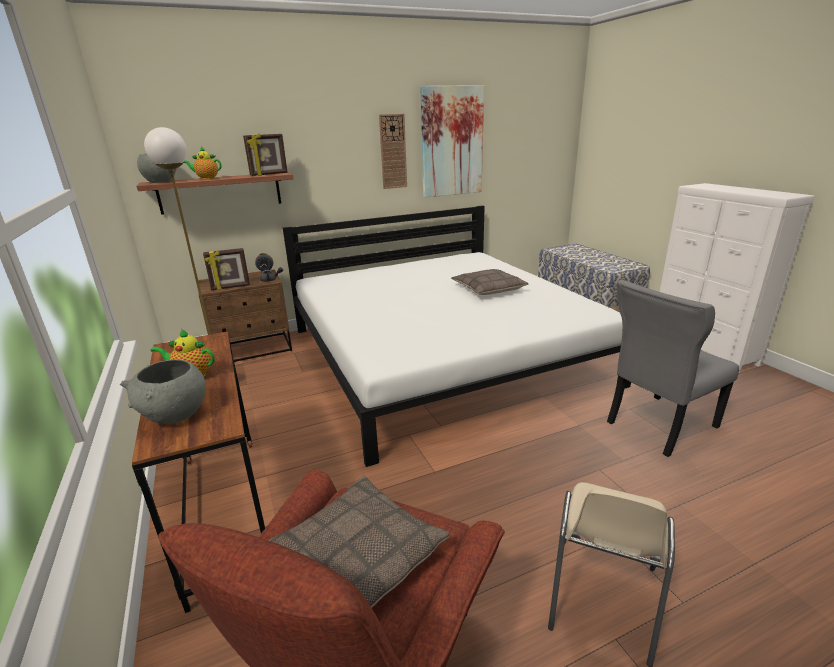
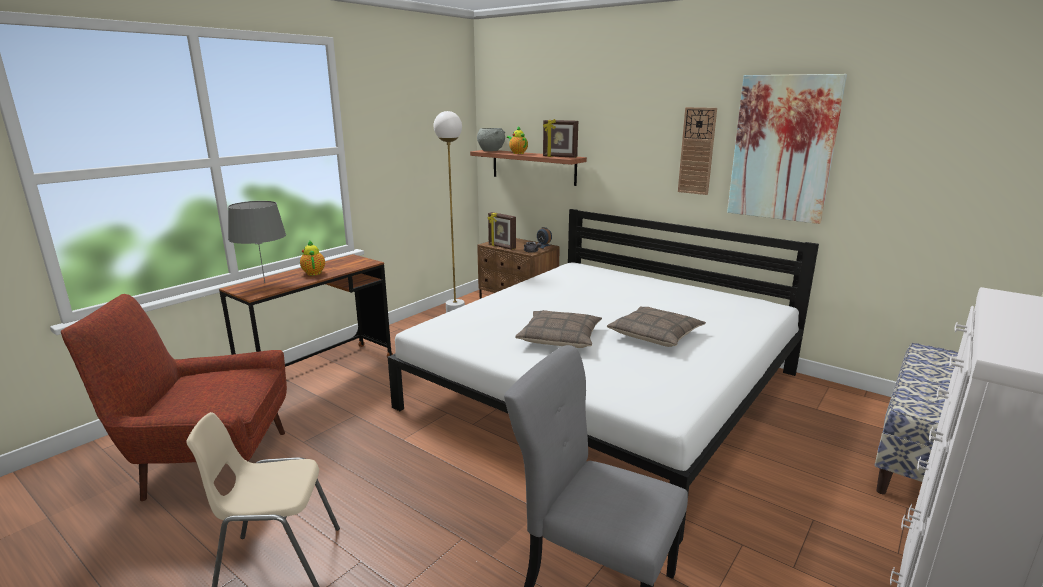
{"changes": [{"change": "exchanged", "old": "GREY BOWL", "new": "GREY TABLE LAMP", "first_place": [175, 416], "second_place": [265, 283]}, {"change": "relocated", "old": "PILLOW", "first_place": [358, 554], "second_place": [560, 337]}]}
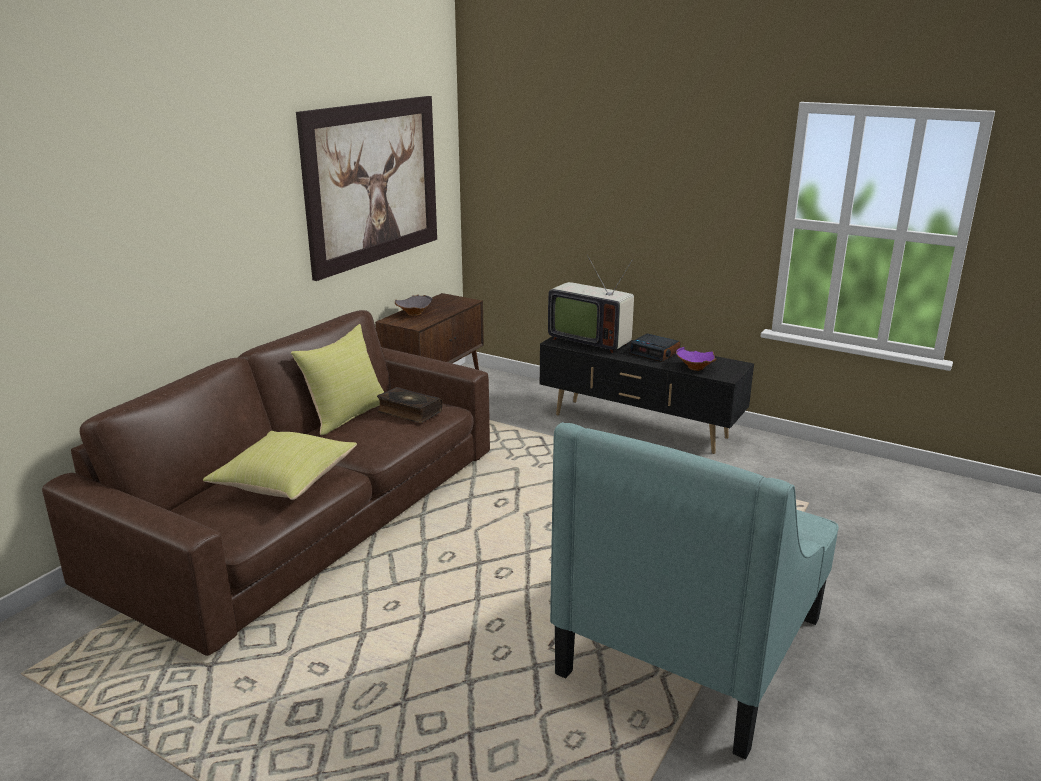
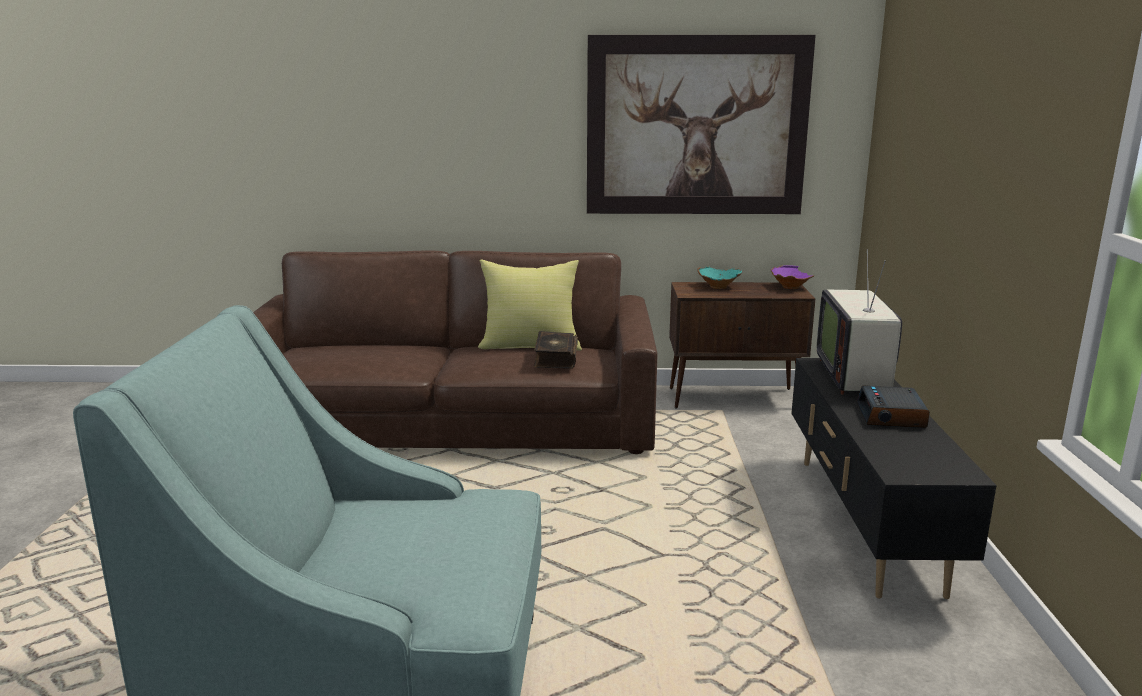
{"changes": [{"change": "missing", "old": "YELLOW PILLOW", "first_place": [285, 482]}, {"change": "colour", "old": "GREY BOWL", "new": "TURQUOISE BOWL", "first_place": [413, 313], "second_place": [718, 286]}, {"change": "relocated", "old": "PURPLE BOWL", "first_place": [695, 368], "second_place": [789, 287]}]}
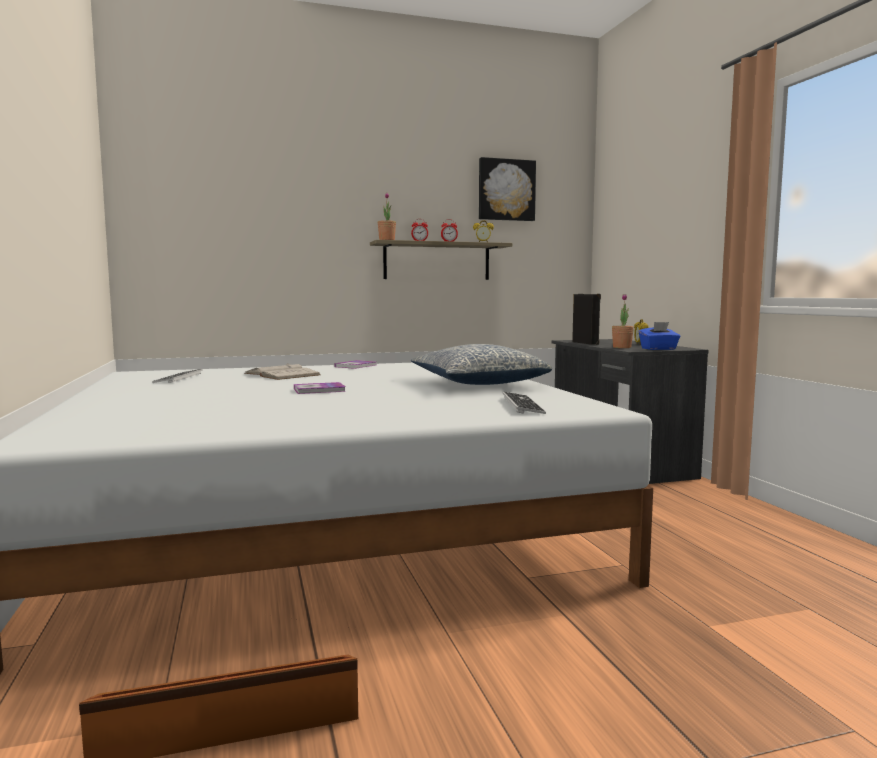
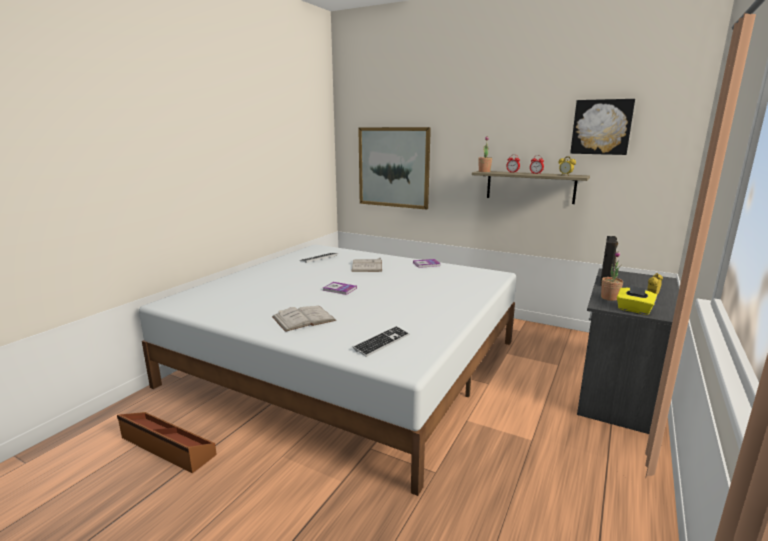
{"changes": [{"change": "missing", "old": "PILLOW", "first_place": [477, 383]}, {"change": "colour", "old": "BLUE TISSUE BOX", "new": "YELLOW TISSUE BOX", "first_place": [658, 349], "second_place": [634, 310]}, {"change": "appeared", "new": "WHITE BOOK", "second_place": [303, 318]}, {"change": "appeared", "new": "PICTURE", "second_place": [393, 167]}]}
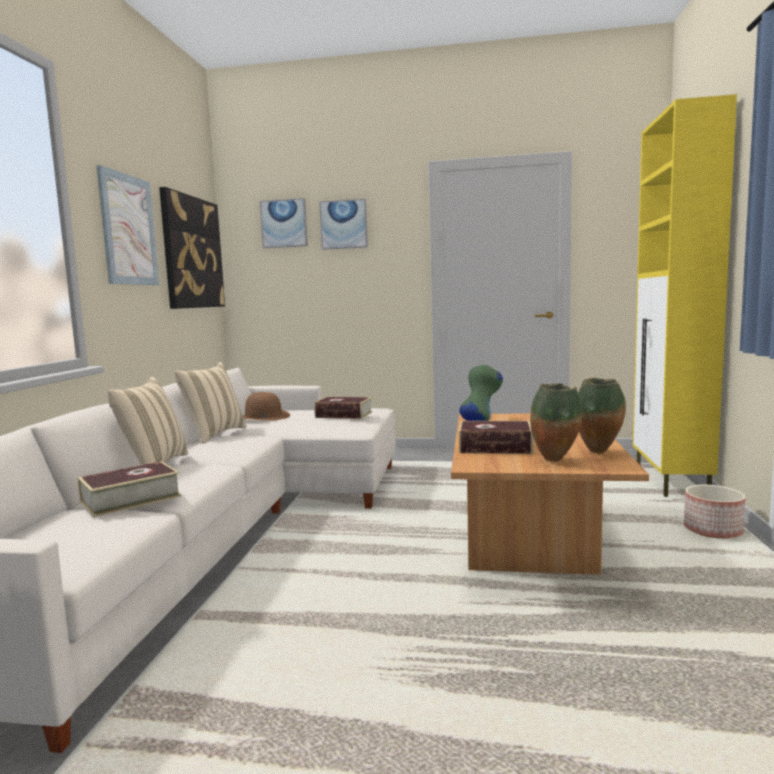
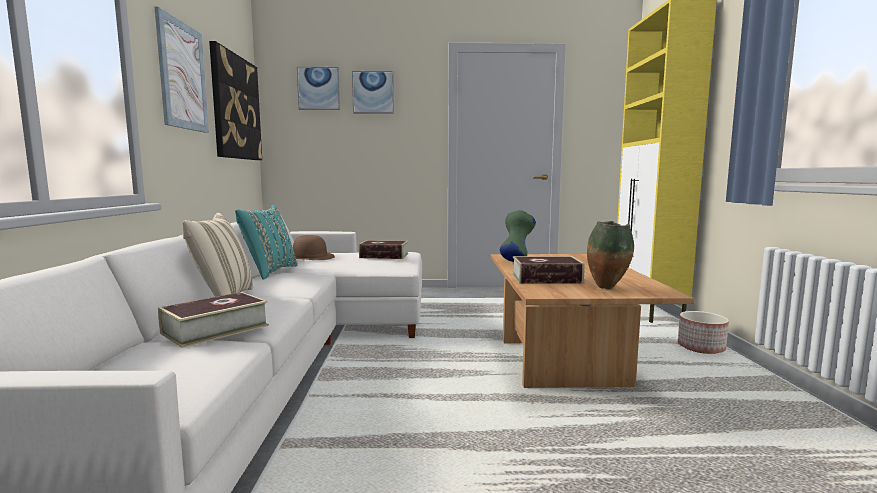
{"changes": [{"change": "colour", "old": "BEIGE PILLOW", "new": "TURQUOISE PILLOW", "first_place": [214, 434], "second_place": [269, 272]}, {"change": "missing", "old": "VASE", "first_place": [599, 453]}]}
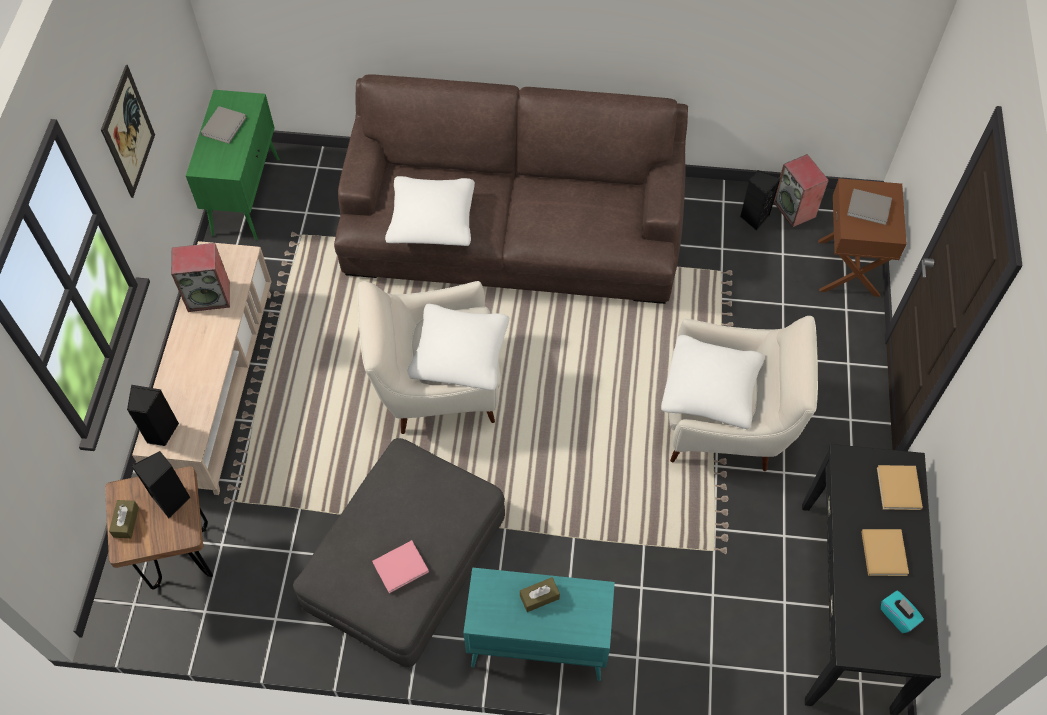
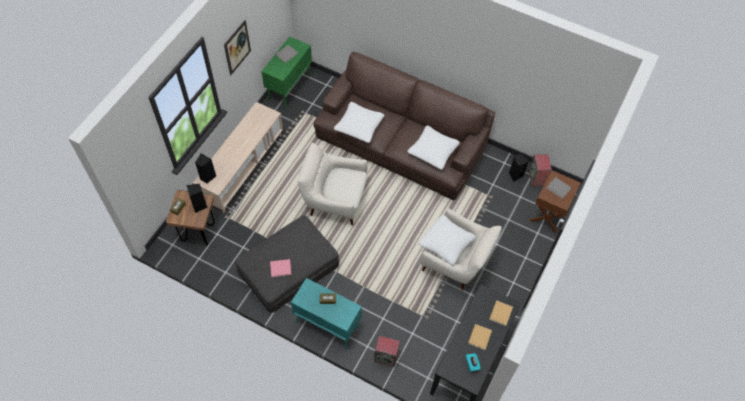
{"changes": [{"change": "relocated", "old": "SPEAKER", "first_place": [209, 296], "second_place": [386, 357]}, {"change": "relocated", "old": "WHITE PILLOW", "first_place": [460, 355], "second_place": [433, 151]}]}
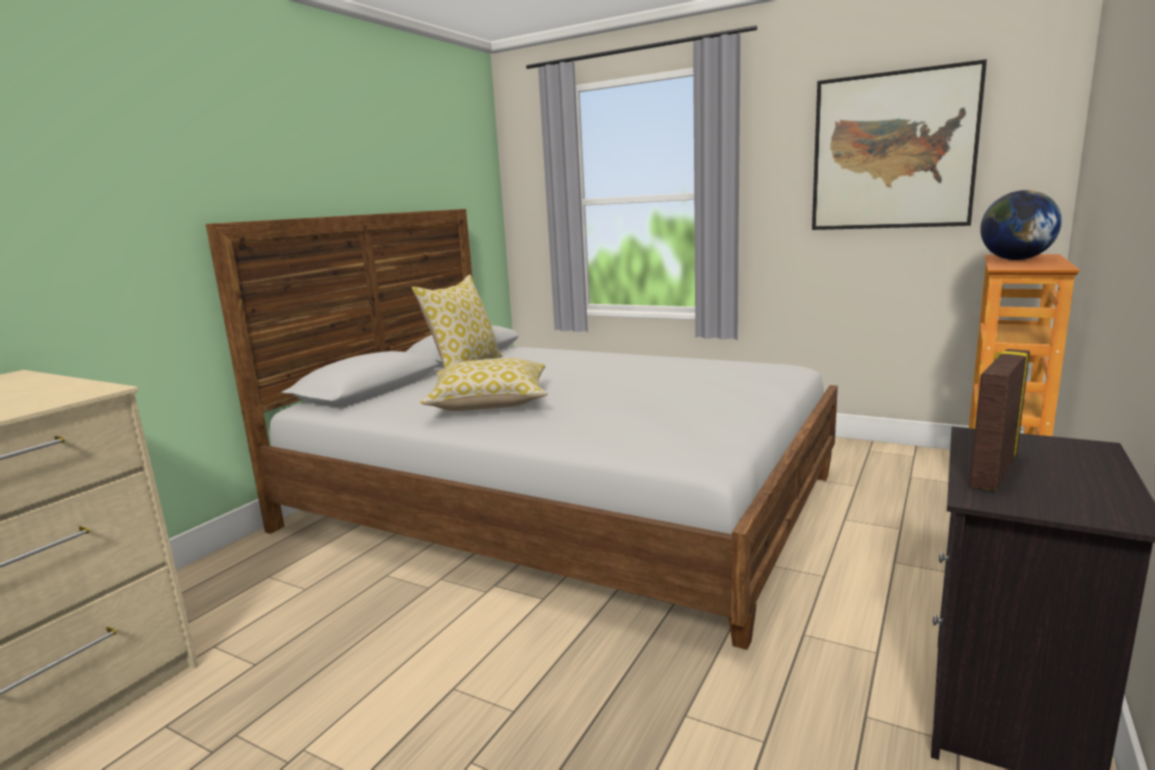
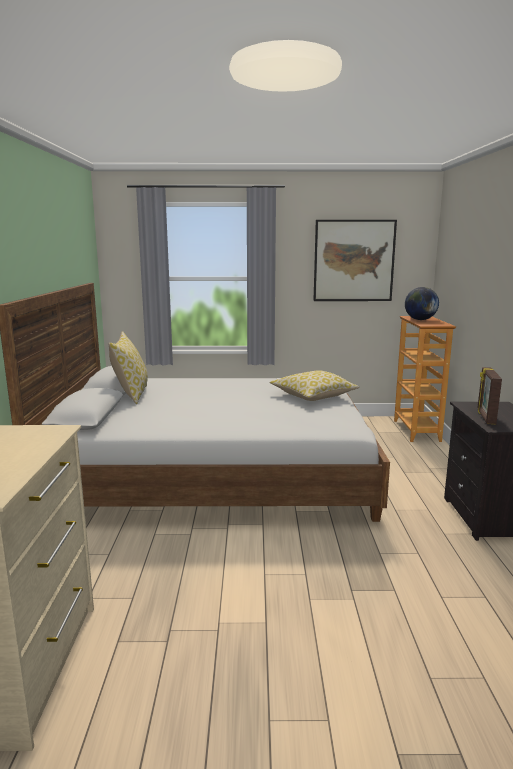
{"changes": [{"change": "relocated", "old": "PILLOW", "first_place": [490, 403], "second_place": [313, 396]}]}
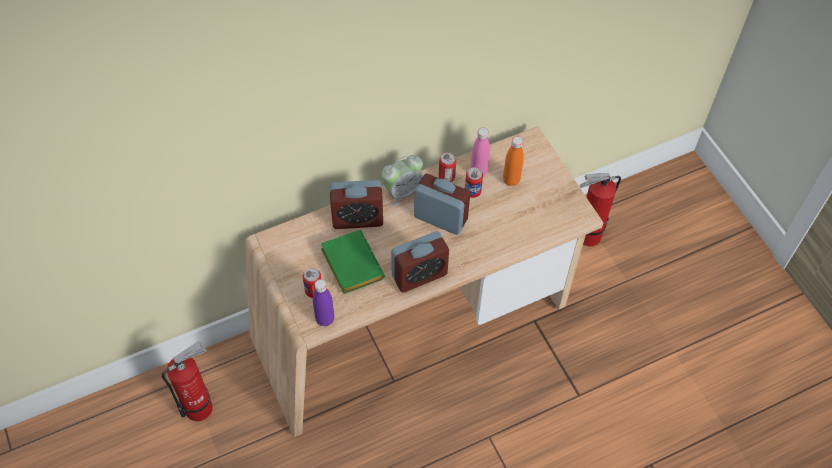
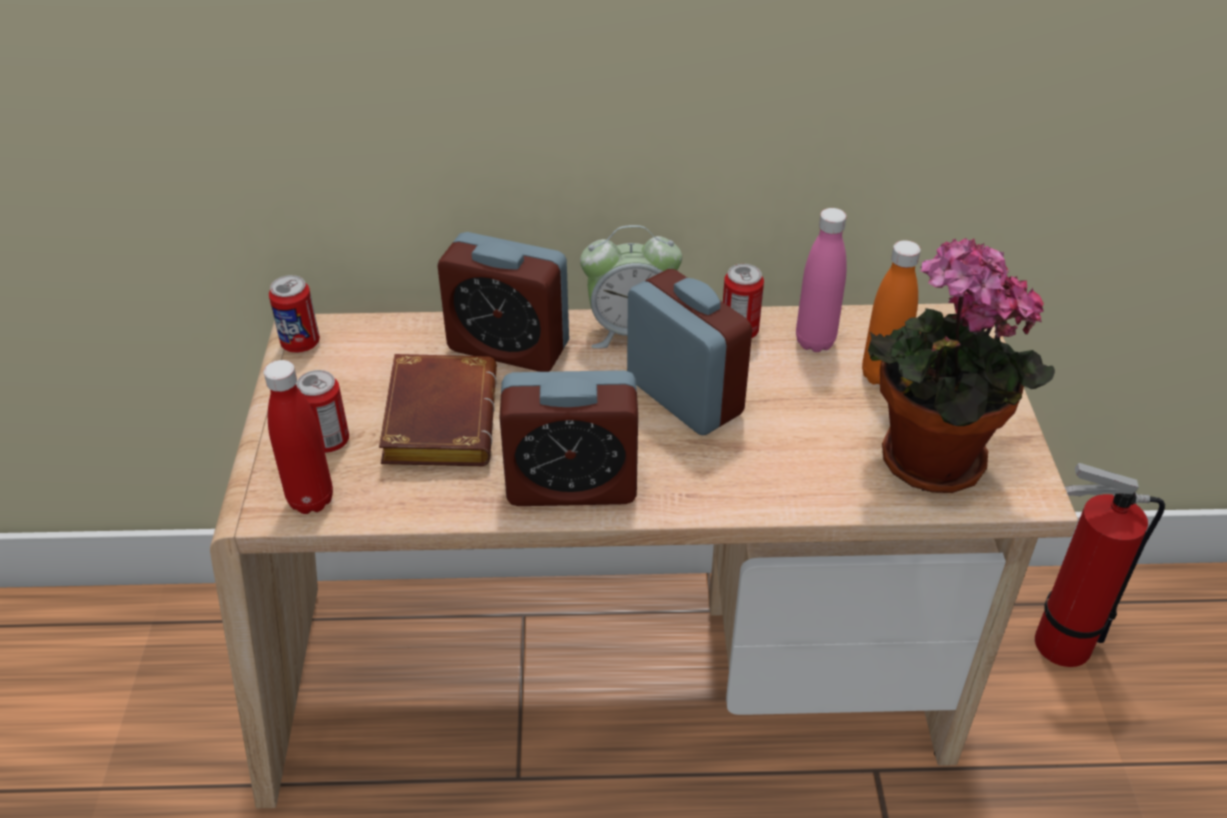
{"changes": [{"change": "missing", "old": "FIRE EXTINGUISHER", "first_place": [202, 406]}, {"change": "colour", "old": "PURPLE BOTTLE", "new": "RED BOTTLE", "first_place": [325, 319], "second_place": [311, 500]}, {"change": "colour", "old": "GREEN BOOK", "new": "BROWN BOOK", "first_place": [349, 264], "second_place": [436, 418]}, {"change": "relocated", "old": "CAN", "first_place": [472, 192], "second_place": [300, 343]}, {"change": "appeared", "new": "POTTED PLANT", "second_place": [925, 464]}]}
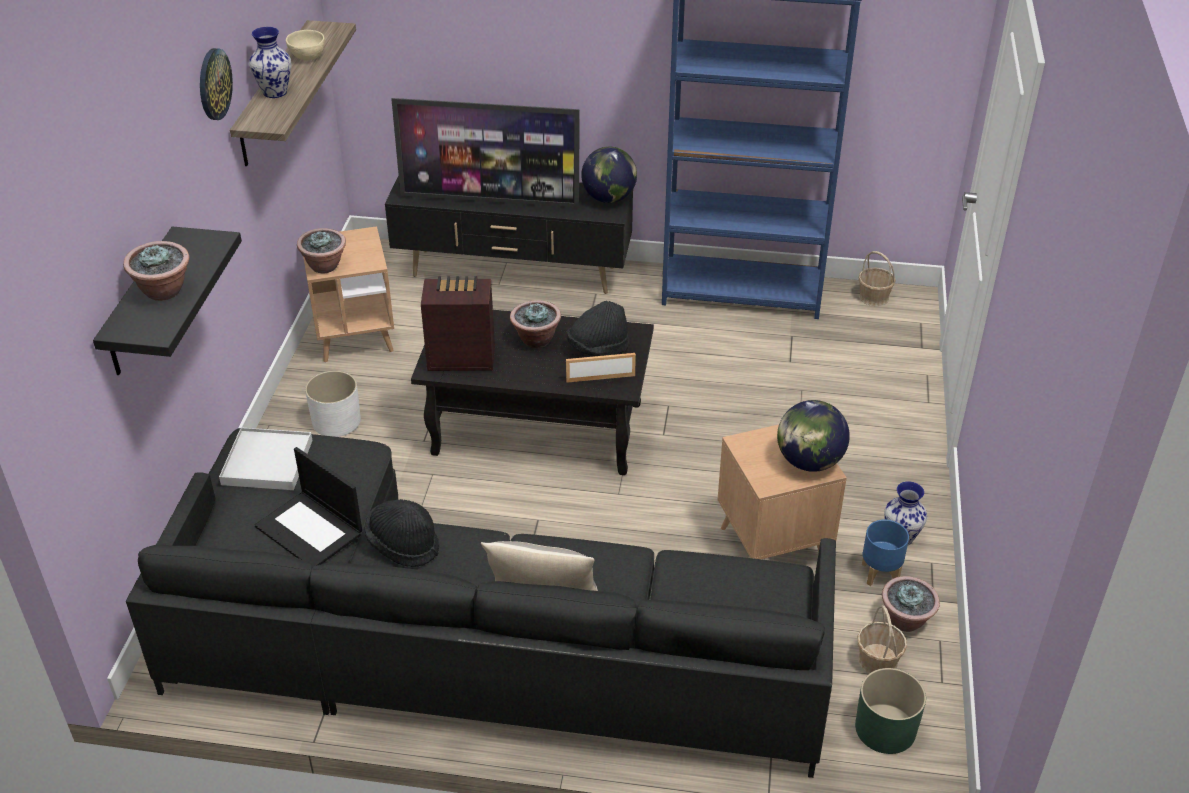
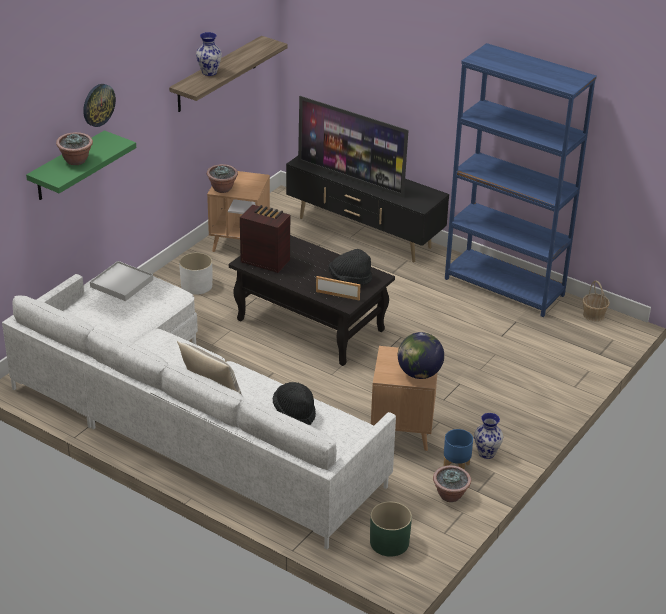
{"changes": [{"change": "colour", "old": "BLACK SHELF", "new": "GREEN SHELF", "first_place": [140, 304], "second_place": [67, 167]}, {"change": "colour", "old": "BLACK SOFA", "new": "WHITE SOFA", "first_place": [466, 644], "second_place": [186, 420]}, {"change": "relocated", "old": "WALL CLOCK", "first_place": [214, 84], "second_place": [98, 104]}, {"change": "missing", "old": "LAPTOP", "first_place": [310, 530]}, {"change": "missing", "old": "BEIGE BOWL", "first_place": [307, 57]}, {"change": "relocated", "old": "BLACK HAT", "first_place": [403, 544], "second_place": [294, 412]}, {"change": "missing", "old": "POTTED PLANT", "first_place": [536, 340]}, {"change": "missing", "old": "GLOBE", "first_place": [608, 198]}, {"change": "missing", "old": "BASKET", "first_place": [877, 661]}]}
